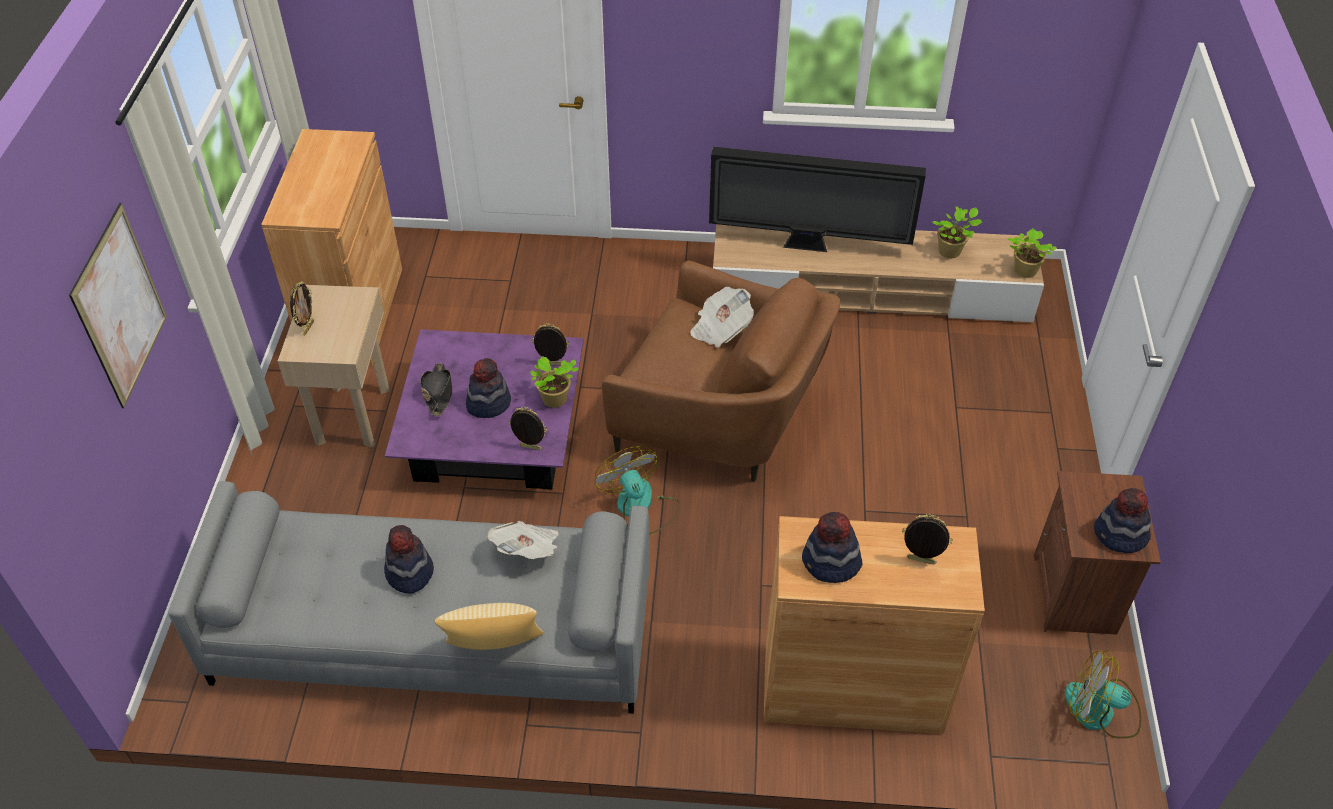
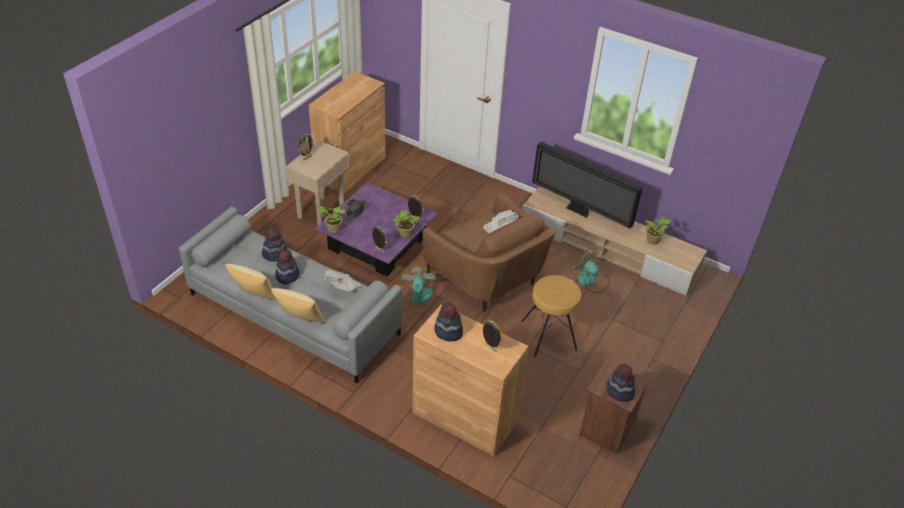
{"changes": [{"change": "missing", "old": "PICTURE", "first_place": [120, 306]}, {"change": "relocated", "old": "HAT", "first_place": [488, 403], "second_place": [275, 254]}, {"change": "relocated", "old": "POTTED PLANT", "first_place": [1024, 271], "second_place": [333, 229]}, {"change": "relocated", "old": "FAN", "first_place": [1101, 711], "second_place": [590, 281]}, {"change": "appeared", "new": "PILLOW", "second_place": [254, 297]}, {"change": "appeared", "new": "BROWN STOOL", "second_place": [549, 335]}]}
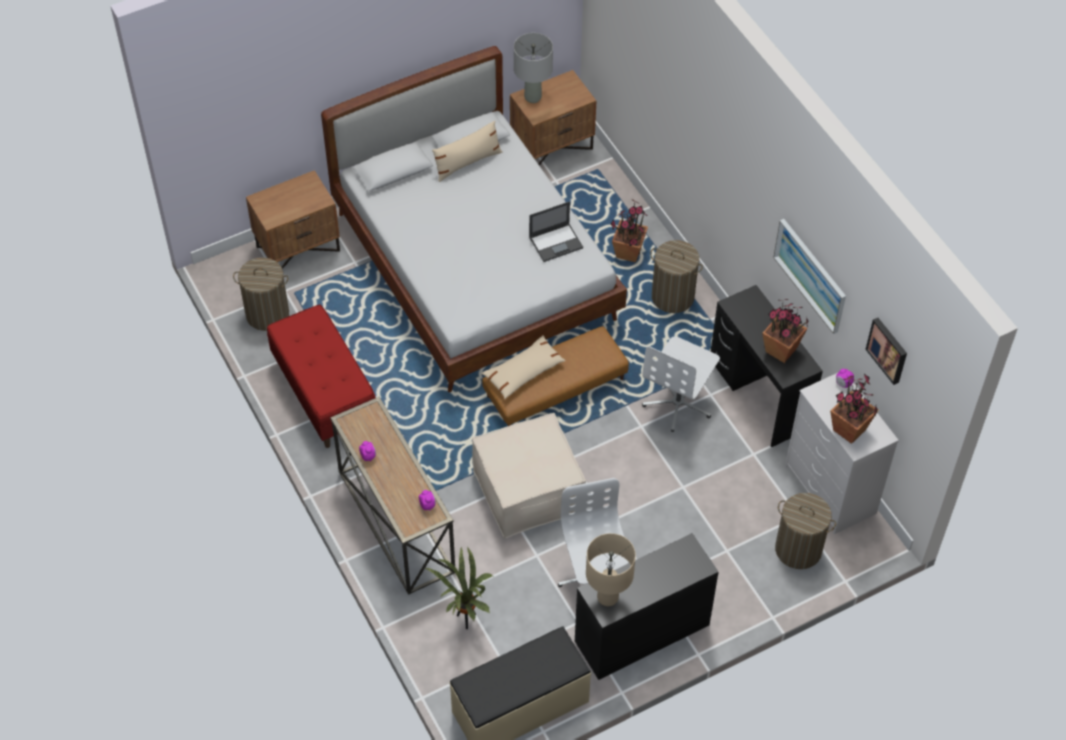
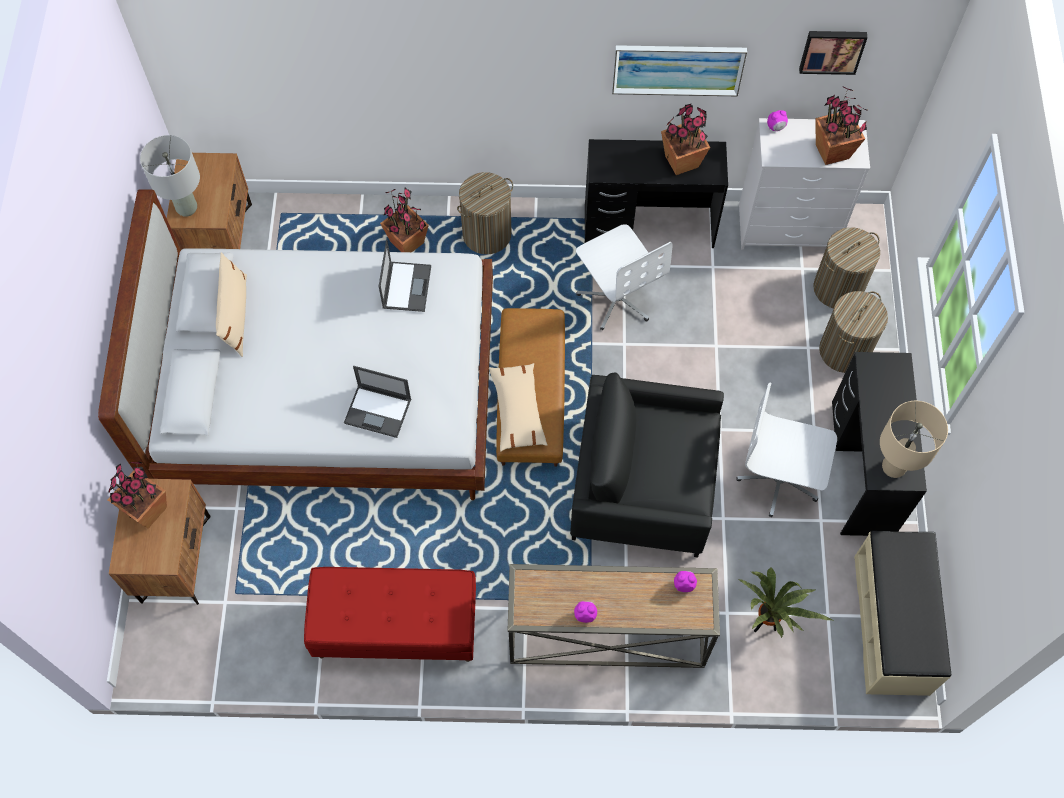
{"changes": [{"change": "relocated", "old": "LAUNDRY BASKET", "first_place": [267, 314], "second_place": [844, 351]}, {"change": "exchanged", "old": "BEIGE OTTOMAN", "new": "BLACK ARMCHAIR", "first_place": [529, 491], "second_place": [642, 486]}, {"change": "appeared", "new": "POTTED PLANT", "second_place": [147, 510]}, {"change": "appeared", "new": "LAPTOP", "second_place": [378, 411]}]}
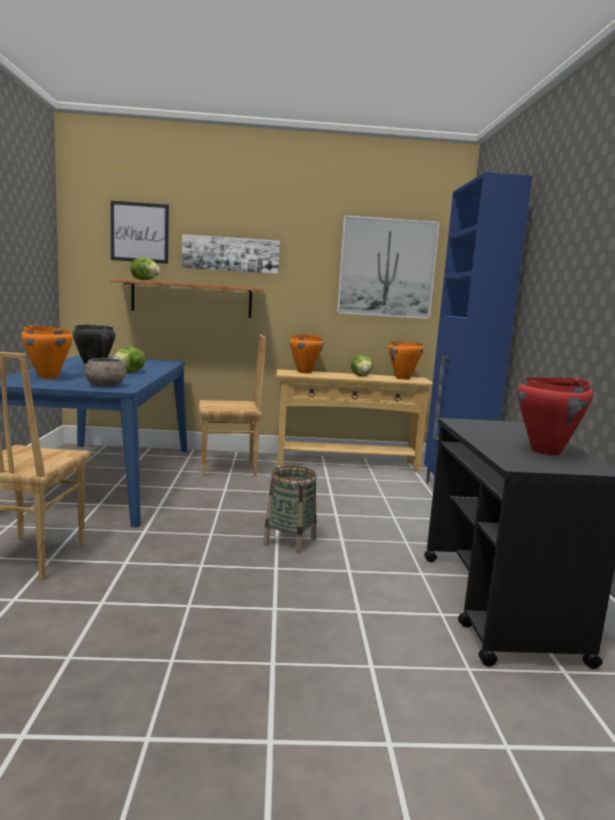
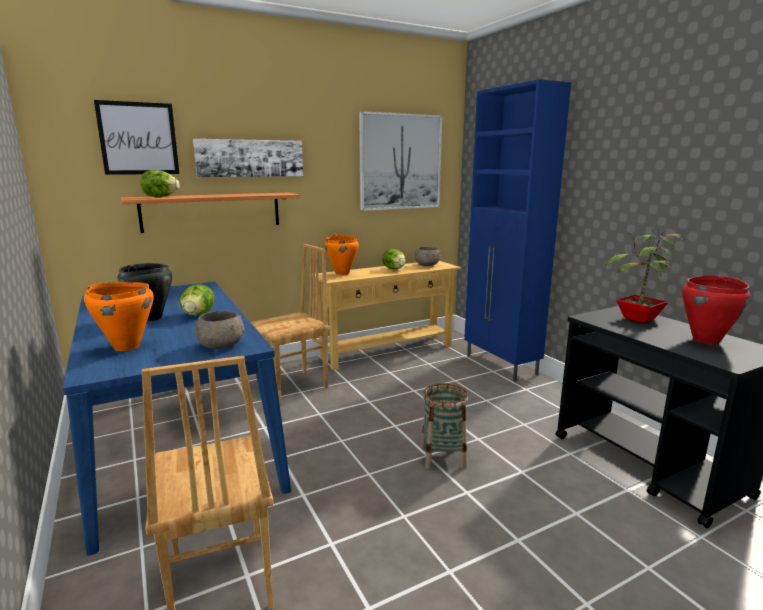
{"changes": [{"change": "exchanged", "old": "ORANGE COOKING POT", "new": "GREY BOWL", "first_place": [402, 378], "second_place": [427, 265]}, {"change": "appeared", "new": "POTTED PLANT", "second_place": [638, 319]}]}
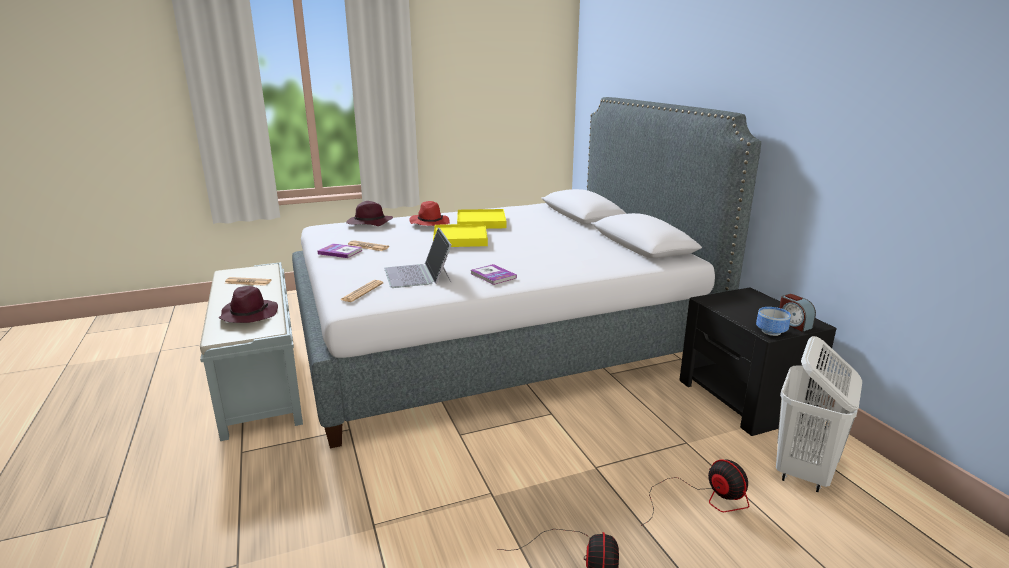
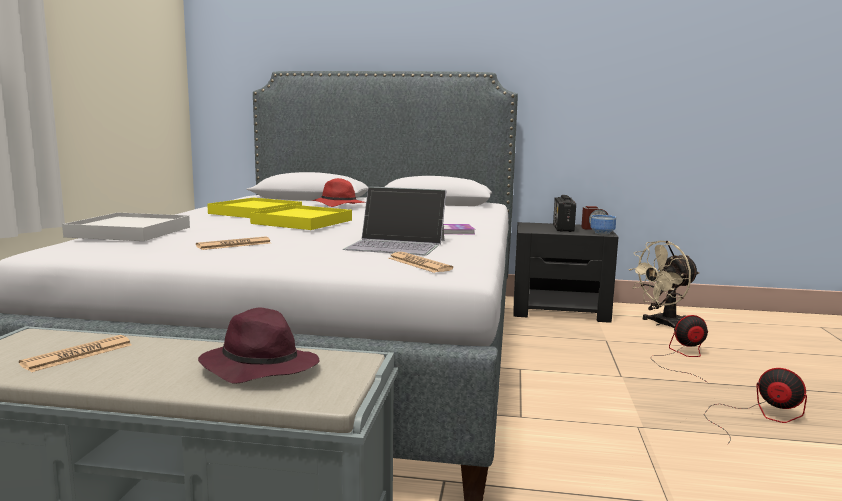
{"changes": [{"change": "missing", "old": "BOOK", "first_place": [340, 252]}, {"change": "exchanged", "old": "PURPLE HAT", "new": "WHITE TRAY", "first_place": [369, 223], "second_place": [130, 232]}, {"change": "relocated", "old": "RED HAT", "first_place": [429, 223], "second_place": [337, 206]}, {"change": "exchanged", "old": "WHITE LAUNDRY BASKET", "new": "BEIGE FAN", "first_place": [803, 471], "second_place": [662, 324]}, {"change": "appeared", "new": "RADIO", "second_place": [563, 228]}]}
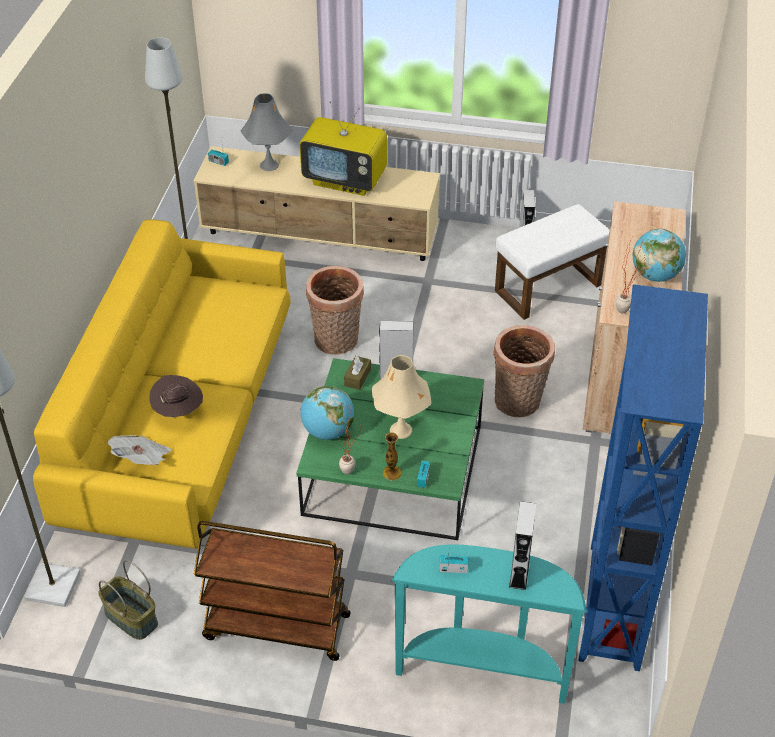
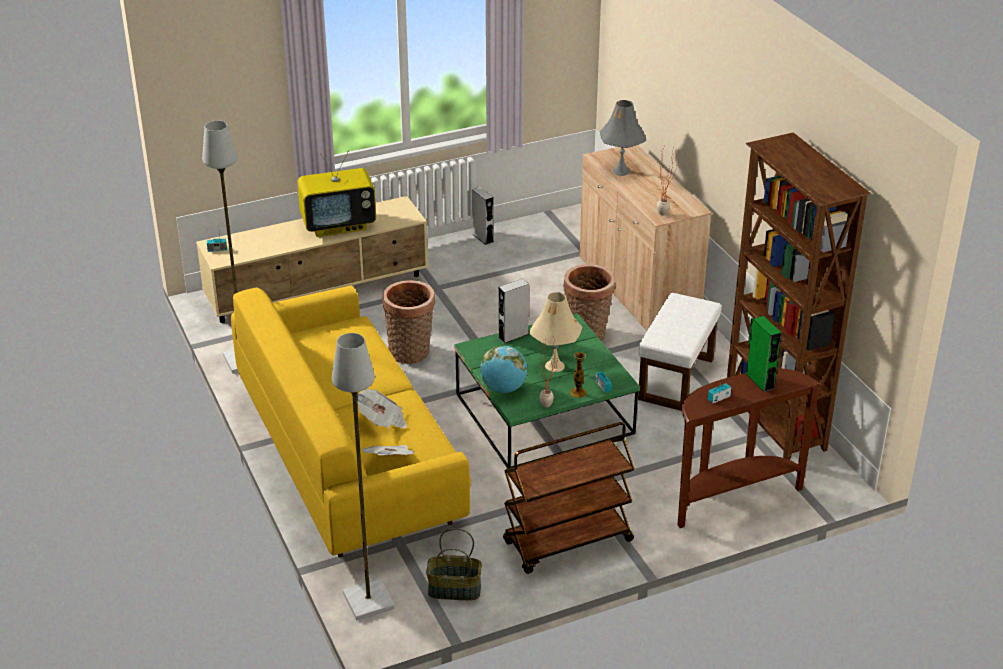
{"changes": [{"change": "exchanged", "old": "BROWN HAT", "new": "NEWSPAPER", "first_place": [178, 412], "second_place": [382, 421]}, {"change": "relocated", "old": "GREY TABLE LAMP", "first_place": [269, 165], "second_place": [621, 171]}, {"change": "missing", "old": "BROWN TISSUE BOX", "first_place": [357, 377]}, {"change": "colour", "old": "TURQUOISE CONSOLE TABLE", "new": "BROWN CONSOLE TABLE", "first_place": [482, 669], "second_place": [732, 497]}, {"change": "relocated", "old": "WHITE OTTOMAN", "first_place": [548, 287], "second_place": [675, 378]}, {"change": "colour", "old": "GREY SPEAKER", "new": "GREEN SPEAKER", "first_place": [519, 571], "second_place": [760, 381]}, {"change": "colour", "old": "BLUE BOOKCASE", "new": "BROWN BOOKCASE", "first_place": [612, 607], "second_place": [774, 424]}, {"change": "missing", "old": "GLOBE", "first_place": [655, 275]}]}
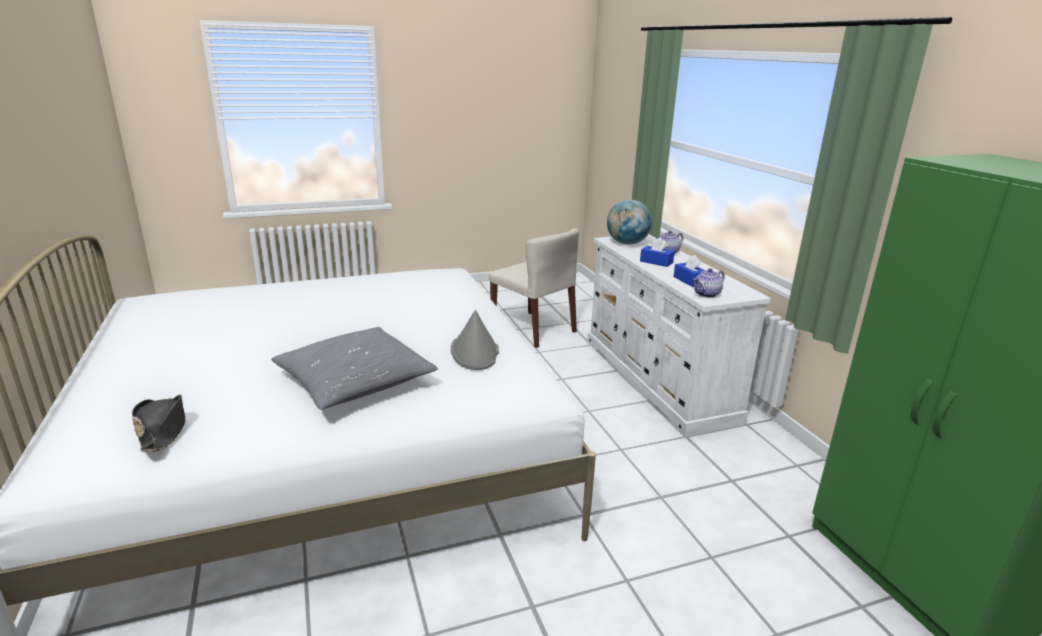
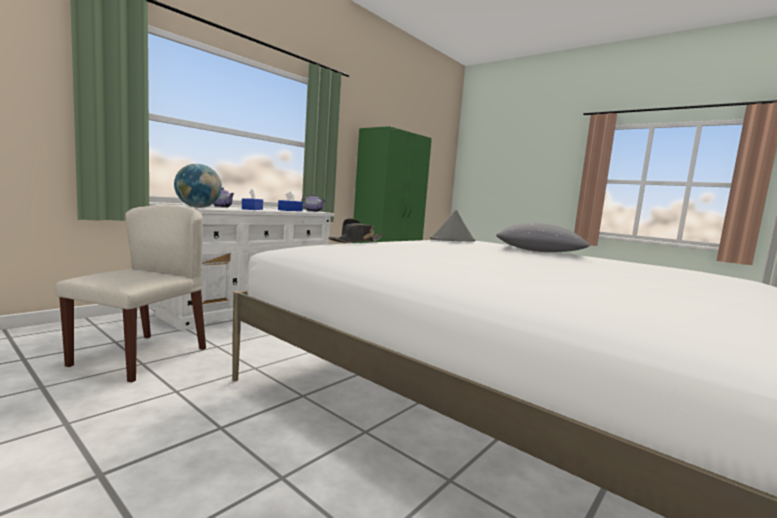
{"changes": [{"change": "relocated", "old": "BLACK HAT", "first_place": [163, 430], "second_place": [356, 241]}]}
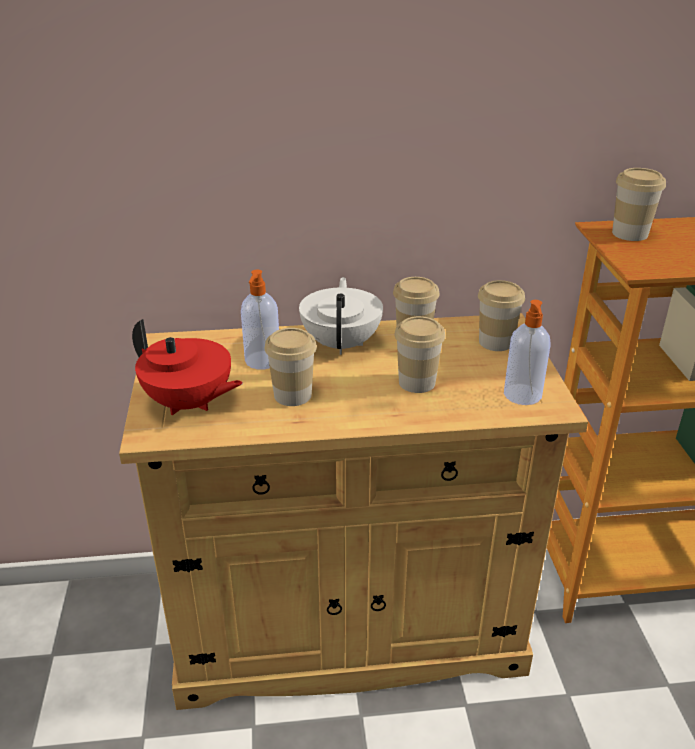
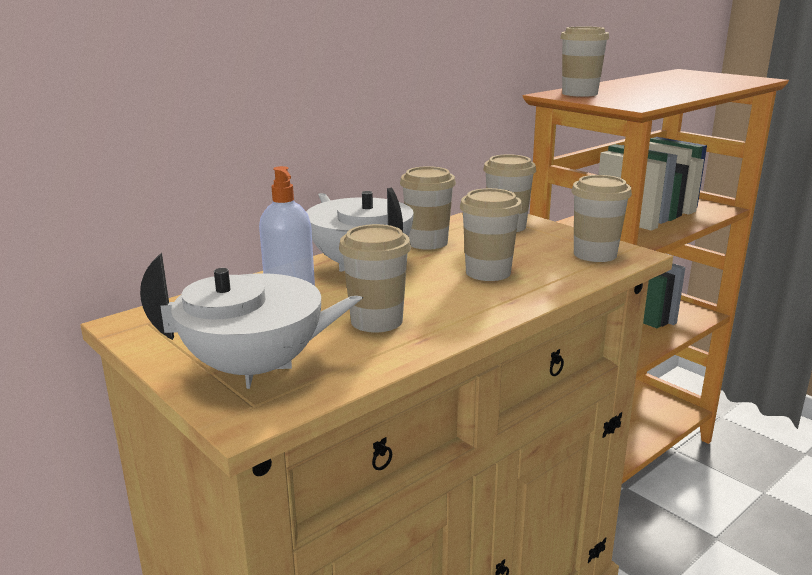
{"changes": [{"change": "colour", "old": "RED TEAPOT", "new": "WHITE TEAPOT", "first_place": [189, 403], "second_place": [256, 369]}, {"change": "exchanged", "old": "SOAP DISPENSER", "new": "CUP", "first_place": [522, 395], "second_place": [595, 254]}]}
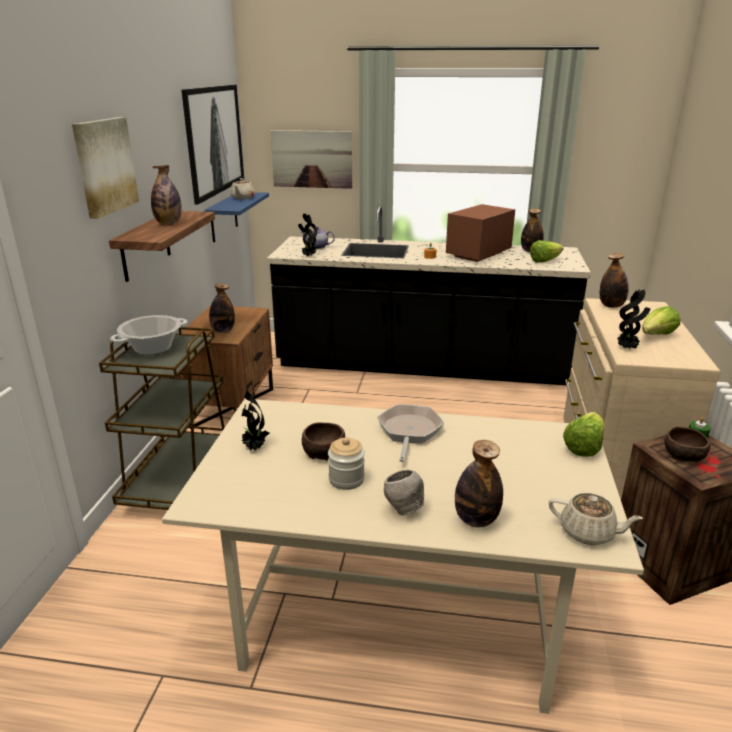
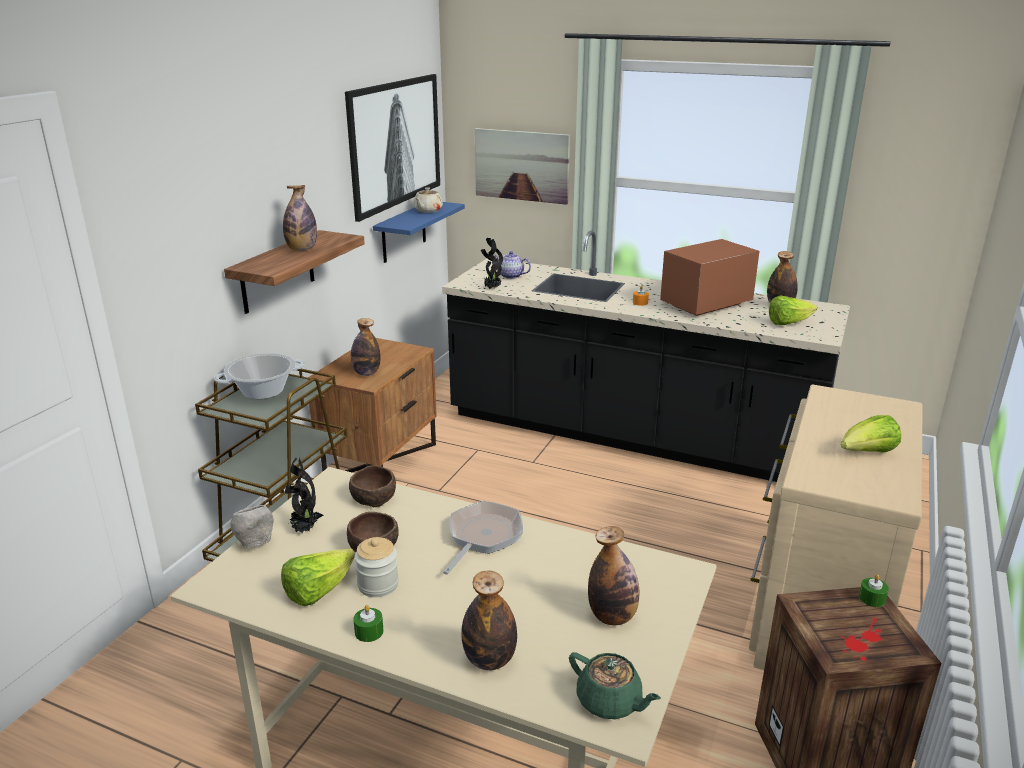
{"changes": [{"change": "missing", "old": "PICTURE", "first_place": [104, 166]}, {"change": "relocated", "old": "GREY BOWL", "first_place": [403, 509], "second_place": [255, 544]}, {"change": "colour", "old": "BEIGE TEAPOT", "new": "GREEN TEAPOT", "first_place": [588, 533], "second_place": [610, 702]}, {"change": "relocated", "old": "LETTUCE", "first_place": [583, 447], "second_place": [318, 591]}, {"change": "relocated", "old": "BOTTLE", "first_place": [611, 306], "second_place": [612, 616]}, {"change": "missing", "old": "POTTED PLANT", "first_place": [627, 348]}, {"change": "relocated", "old": "BROWN BOWL", "first_place": [684, 456], "second_place": [374, 499]}, {"change": "appeared", "new": "GREEN CANDLE", "second_place": [369, 632]}]}
